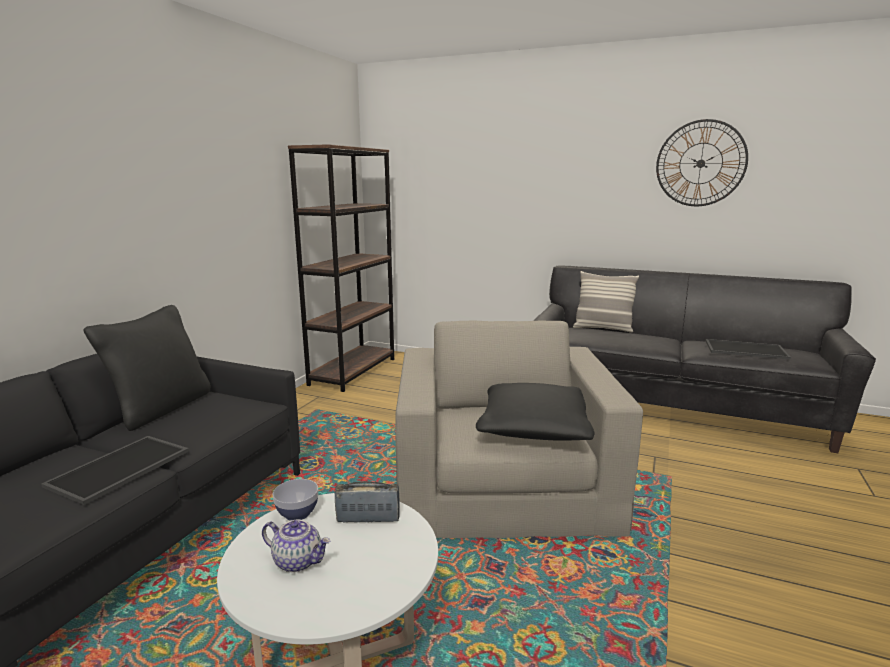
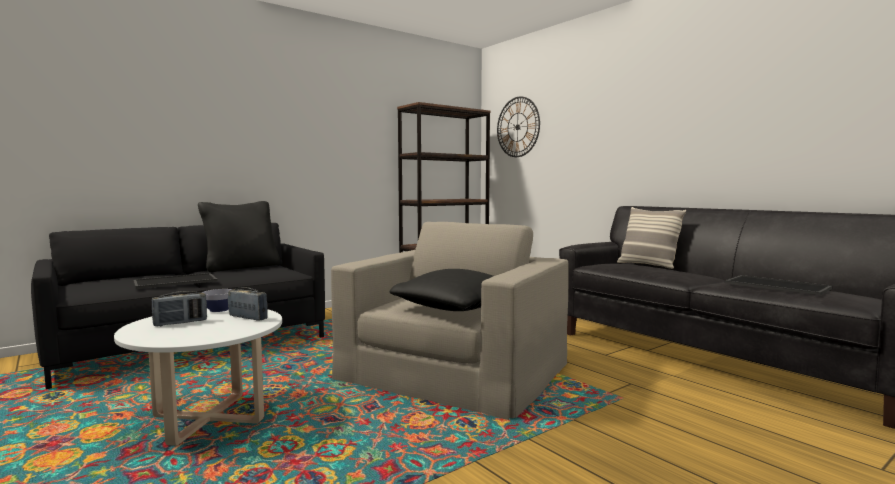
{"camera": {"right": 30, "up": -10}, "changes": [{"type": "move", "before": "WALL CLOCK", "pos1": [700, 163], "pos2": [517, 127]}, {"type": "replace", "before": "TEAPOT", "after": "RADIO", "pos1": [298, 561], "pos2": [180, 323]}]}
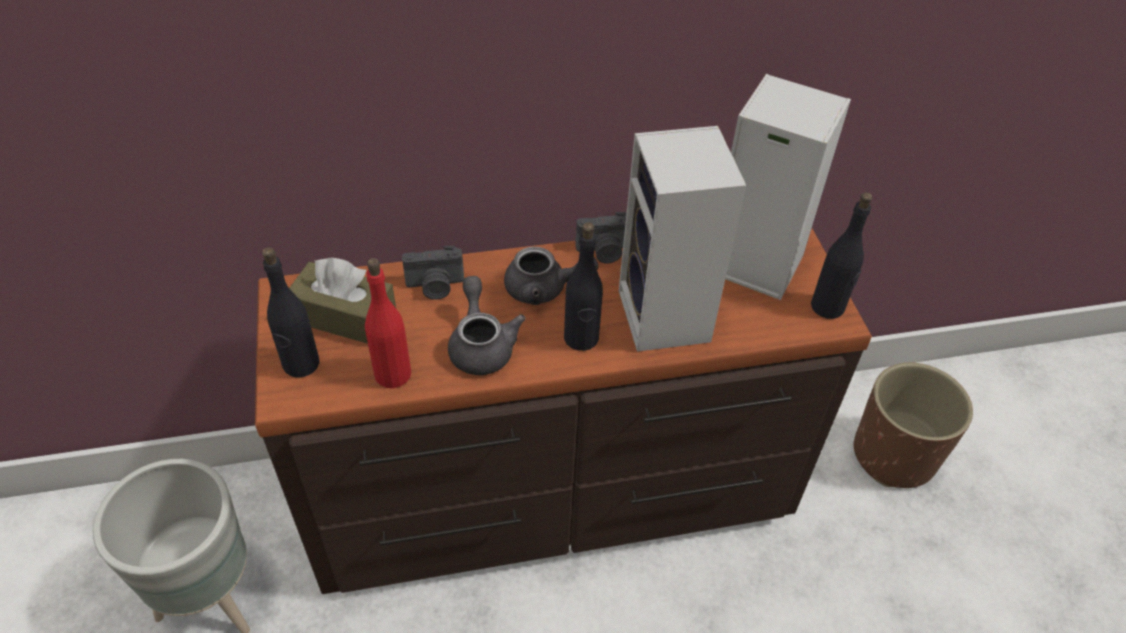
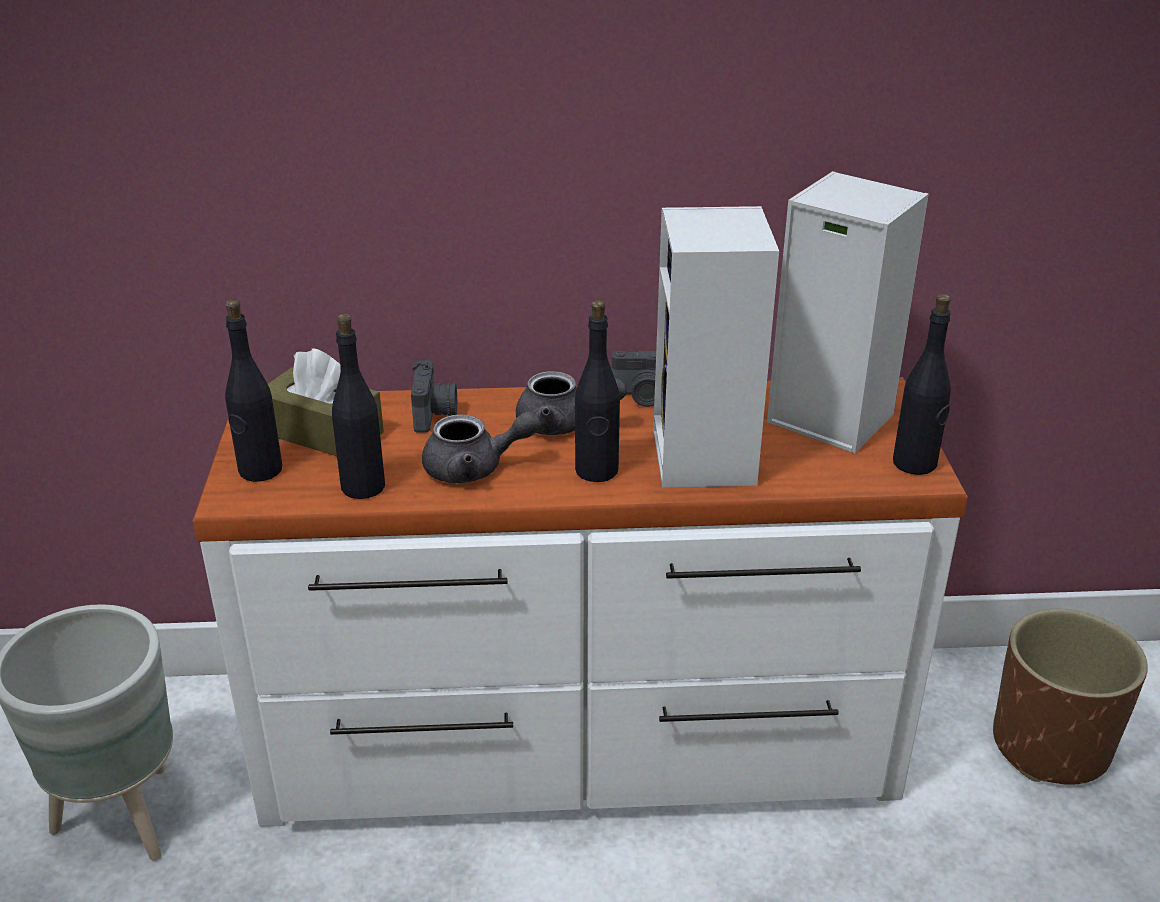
{"camera": {"right": 10, "up": -15}, "changes": [{"type": "recolor", "before": "BROWN DRESSER", "after": "WHITE DRESSER", "pos1": [555, 493], "pos2": [579, 745]}, {"type": "rotate", "before": "PHOTO CAMERA", "pos1": [435, 286], "pos2": [435, 414], "turn": -90}, {"type": "recolor", "before": "RED BOTTLE", "after": "BLACK BOTTLE", "pos1": [392, 374], "pos2": [362, 486]}, {"type": "rotate", "before": "GREY TEAPOT", "pos1": [481, 345], "pos2": [475, 468], "turn": 90}]}
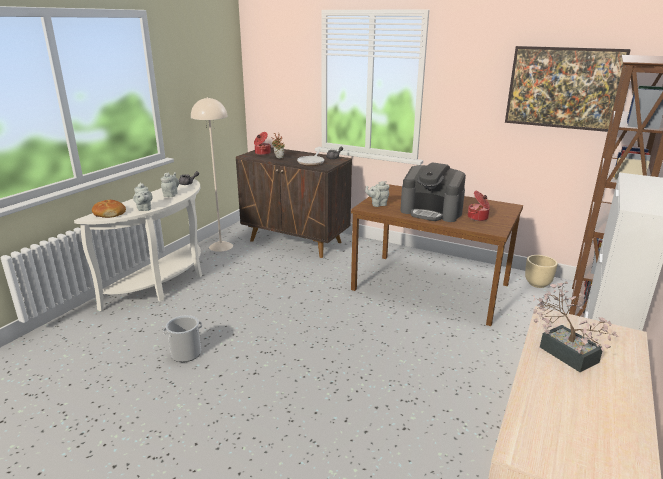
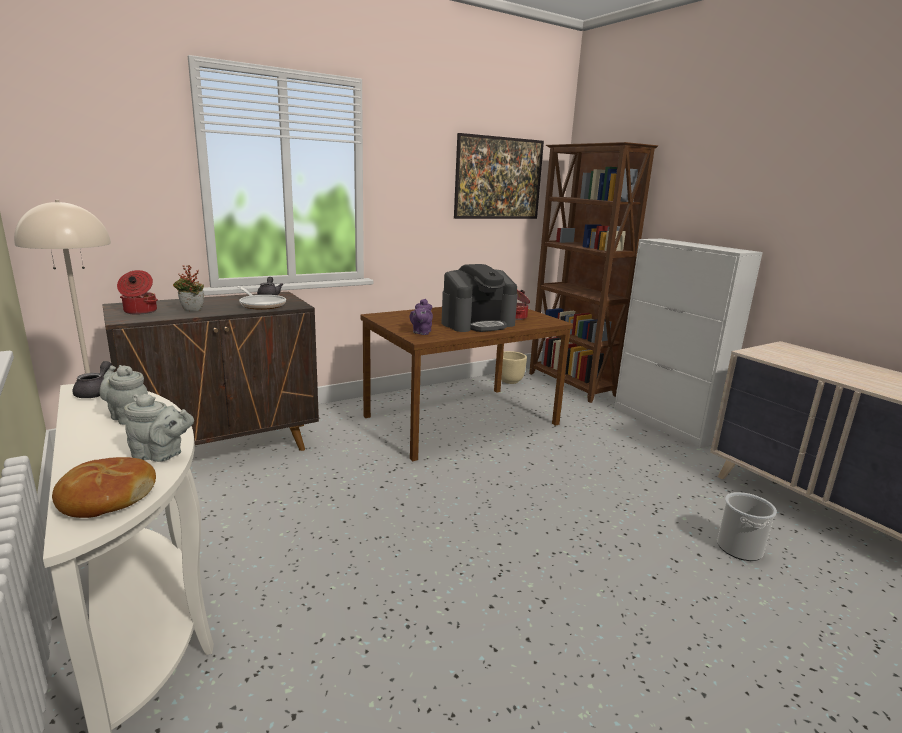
{"camera": {"right": -60, "up": -5}, "changes": [{"type": "recolor", "before": "GREY TEAPOT", "after": "PURPLE TEAPOT", "pos1": [377, 204], "pos2": [421, 332]}, {"type": "delete", "before": "POTTED PLANT", "pos1": [563, 351]}, {"type": "move", "before": "BUCKET", "pos1": [186, 353], "pos2": [739, 548]}]}
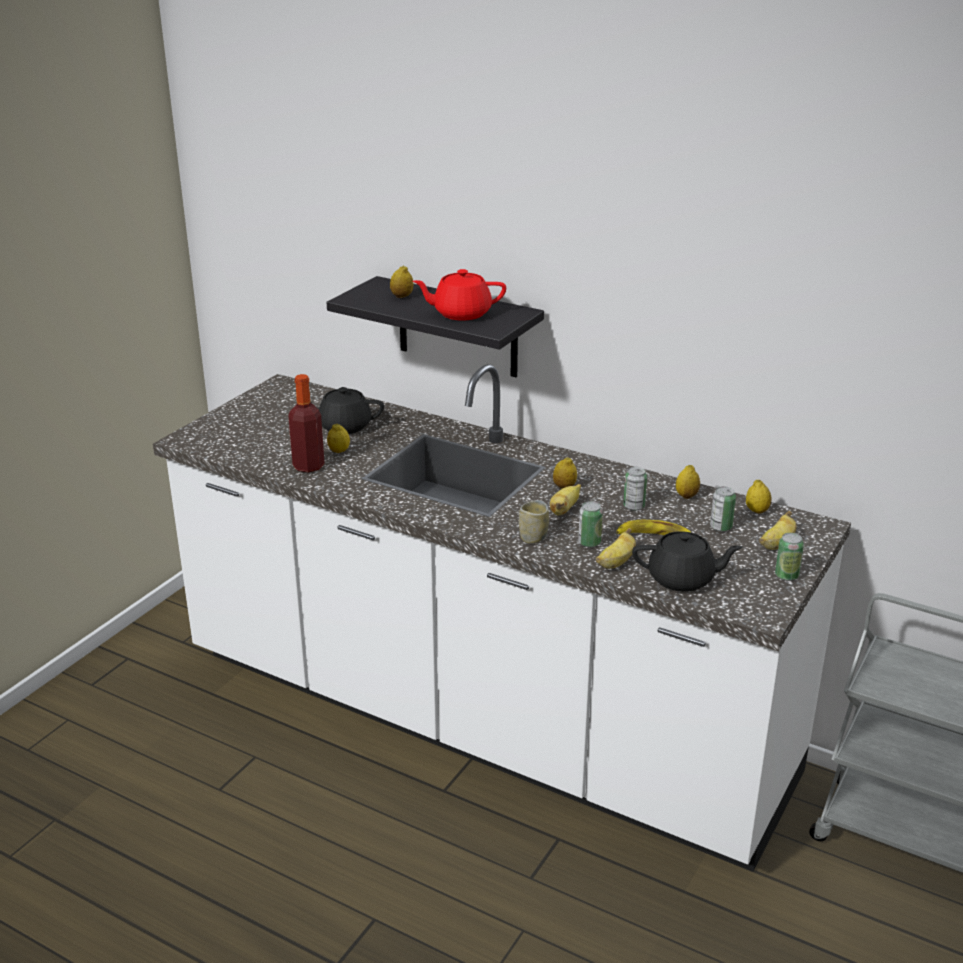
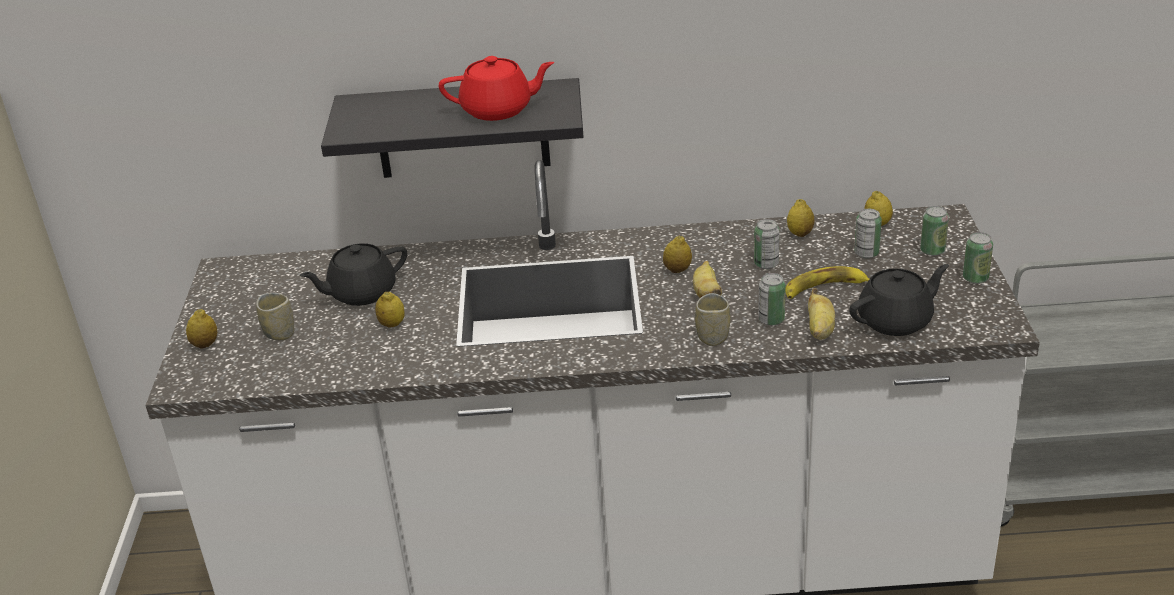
{"camera": {"right": -30, "up": 5}, "changes": [{"type": "move", "before": "LEMON", "pos1": [402, 296], "pos2": [205, 344]}, {"type": "rotate", "before": "RED TEAPOT", "pos1": [461, 313], "pos2": [498, 110], "turn": -150}, {"type": "delete", "before": "BOTTLE", "pos1": [308, 466]}, {"type": "replace", "before": "BANANA", "after": "CAN", "pos1": [777, 544], "pos2": [932, 251]}, {"type": "insert", "after": "CUP", "pos2": [279, 333]}]}
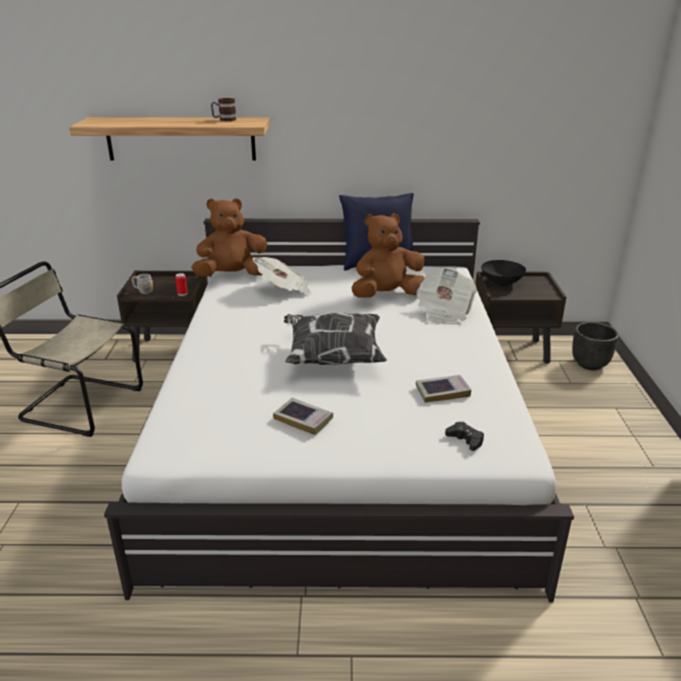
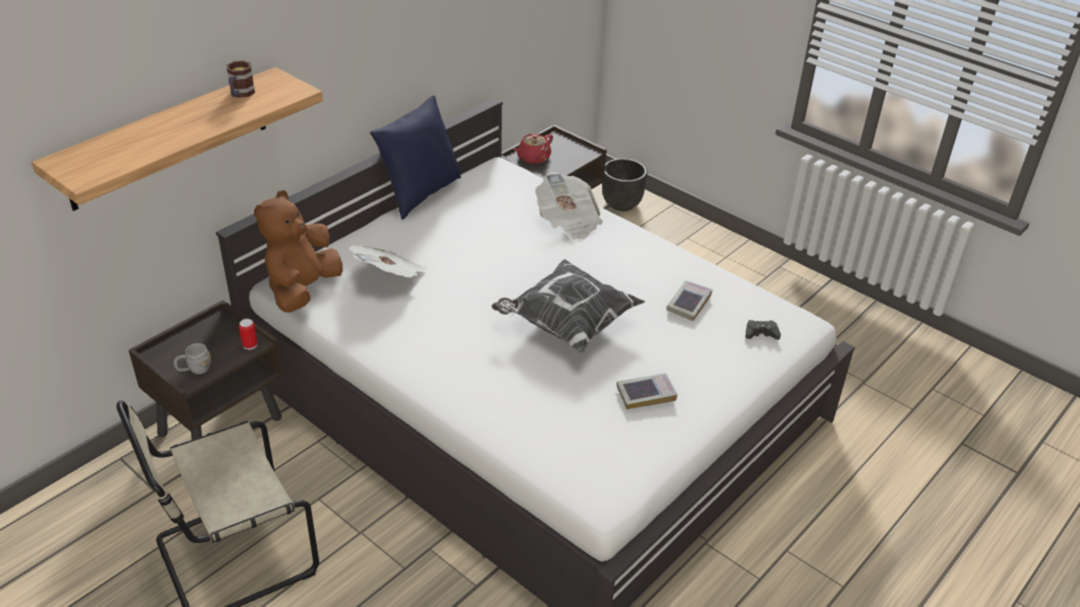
{"camera": {"right": -50, "up": 10}, "changes": [{"type": "delete", "before": "BROWN PLUSH TOY", "pos1": [387, 295]}, {"type": "replace", "before": "BLACK BOWL", "after": "RED TEAPOT", "pos1": [502, 283], "pos2": [533, 158]}]}
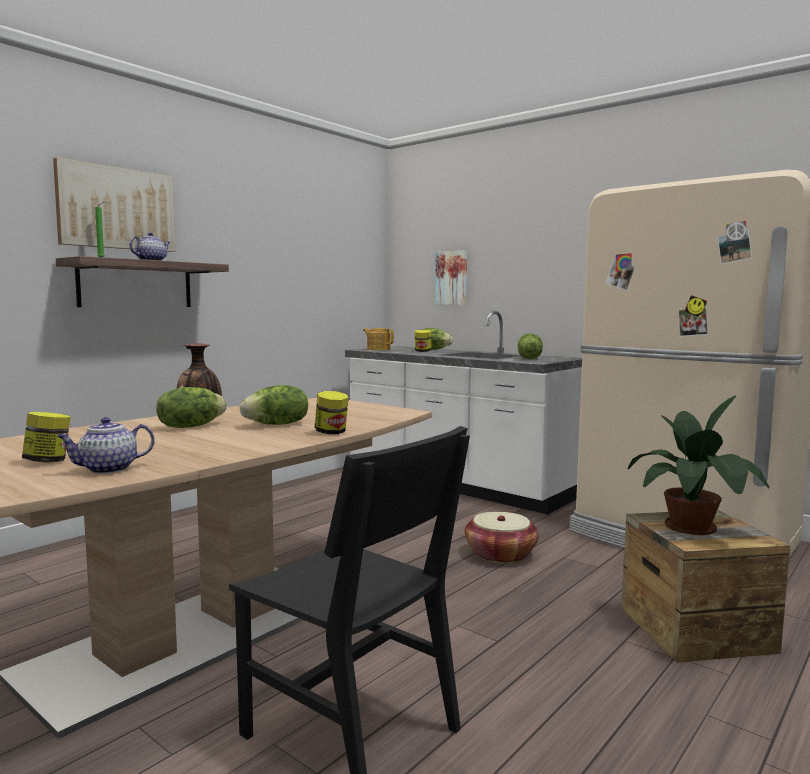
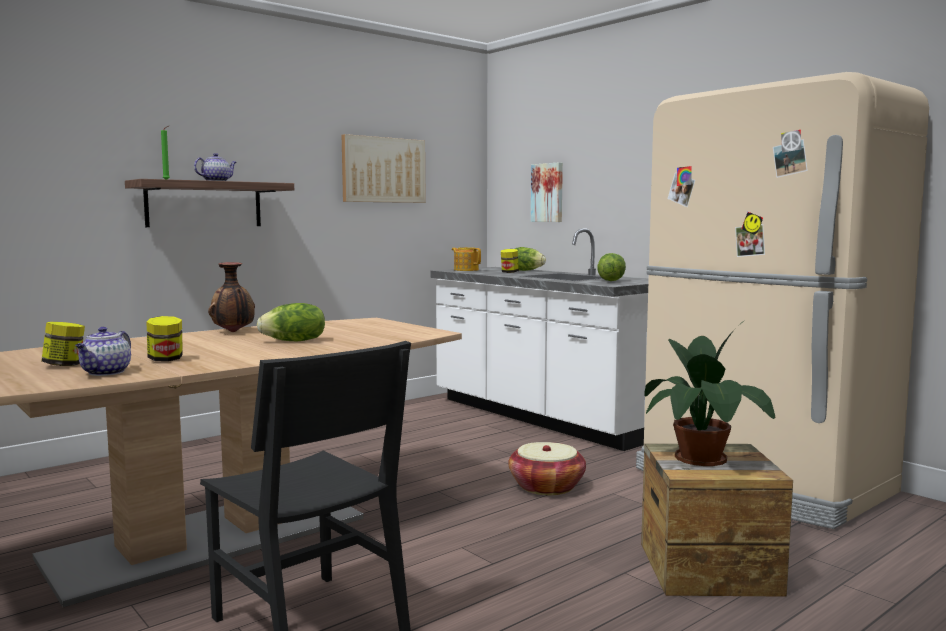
{"camera": {"right": 10, "up": 0}, "changes": [{"type": "move", "before": "PICTURE", "pos1": [116, 208], "pos2": [383, 170]}, {"type": "delete", "before": "LETTUCE", "pos1": [190, 426]}, {"type": "move", "before": "JAR", "pos1": [331, 432], "pos2": [166, 360]}, {"type": "rotate", "before": "TEAPOT", "pos1": [107, 469], "pos2": [106, 373], "turn": -60}]}
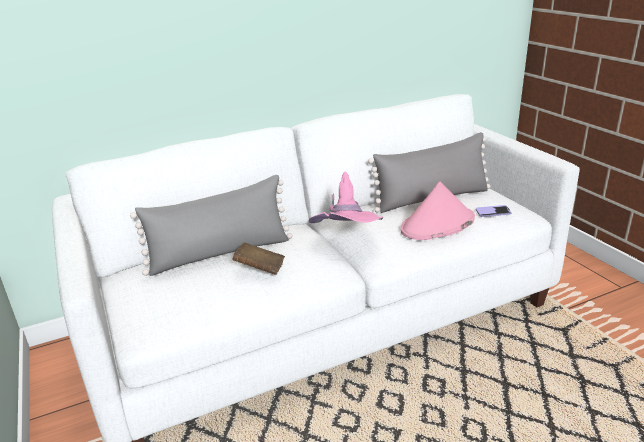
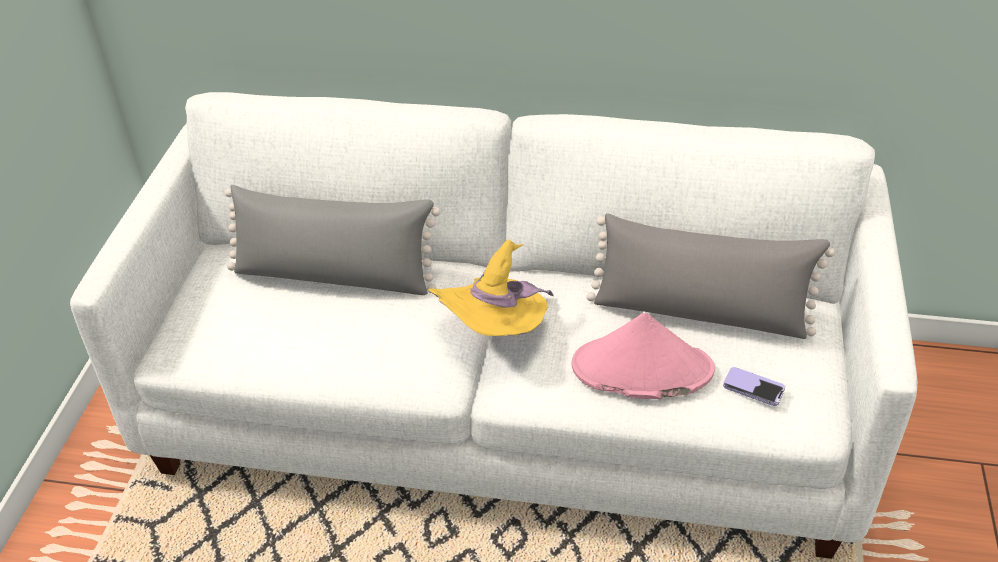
{"camera": {"right": 35, "up": 15}, "changes": [{"type": "recolor", "before": "PINK HAT", "after": "YELLOW HAT", "pos1": [346, 241], "pos2": [496, 332]}, {"type": "delete", "before": "BROWN BOOK", "pos1": [260, 269]}]}
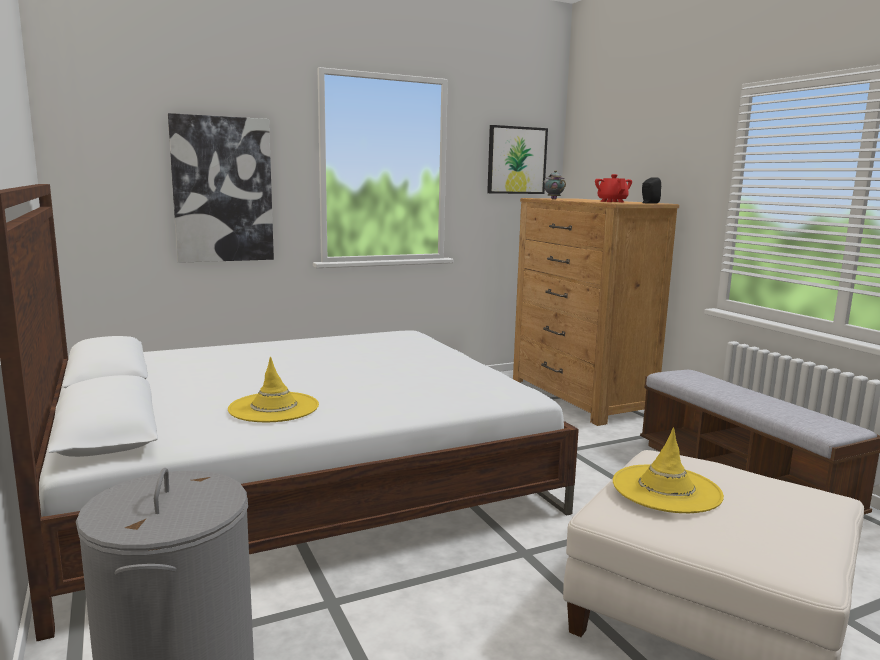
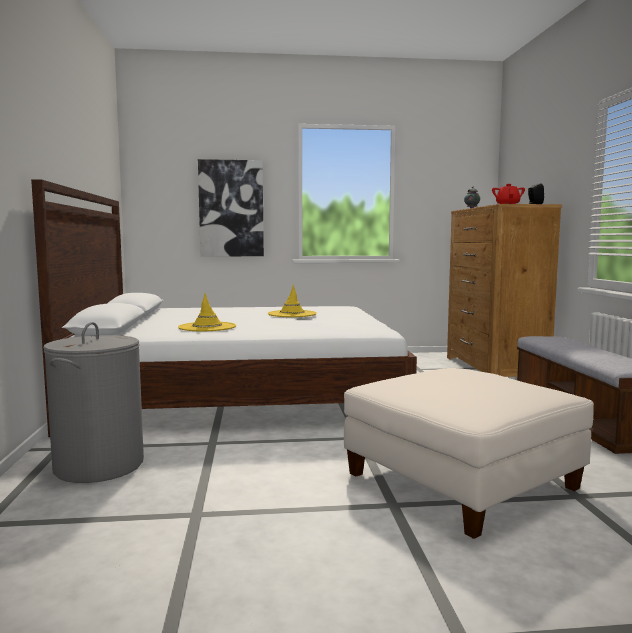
{"camera": {"right": 20, "up": -5}, "changes": [{"type": "delete", "before": "PICTURE", "pos1": [516, 160]}, {"type": "move", "before": "YELLOW HAT", "pos1": [666, 489], "pos2": [292, 314]}]}
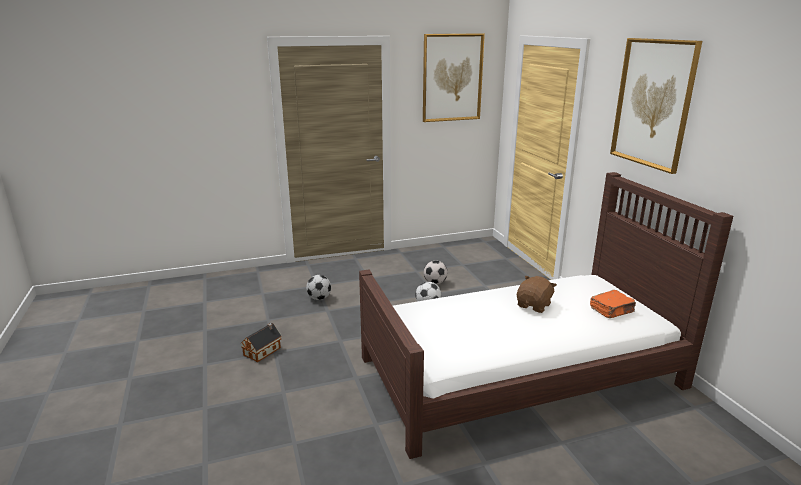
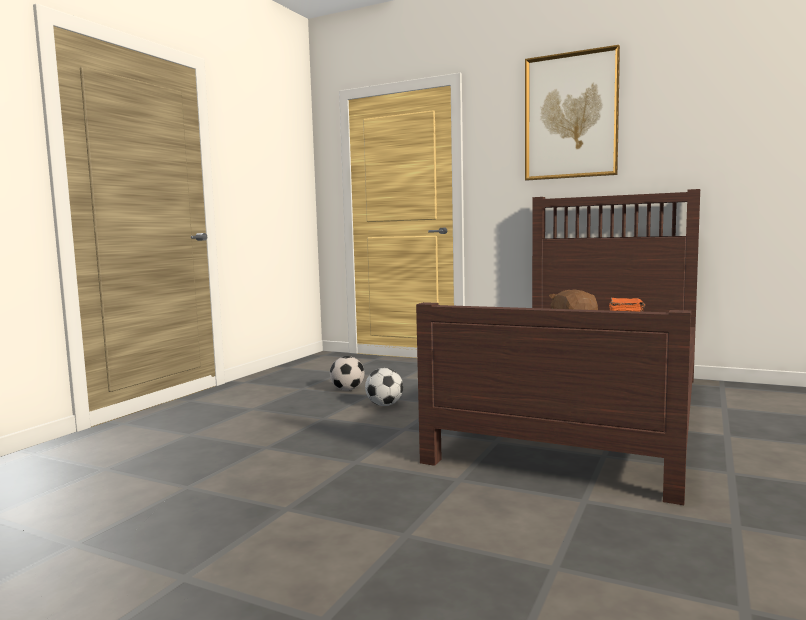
{"camera": {"right": -45, "up": -15}, "changes": [{"type": "delete", "before": "PICTURE", "pos1": [452, 78]}, {"type": "delete", "before": "FOOTBALL", "pos1": [319, 298]}, {"type": "delete", "before": "TOY HOUSE", "pos1": [263, 351]}]}
